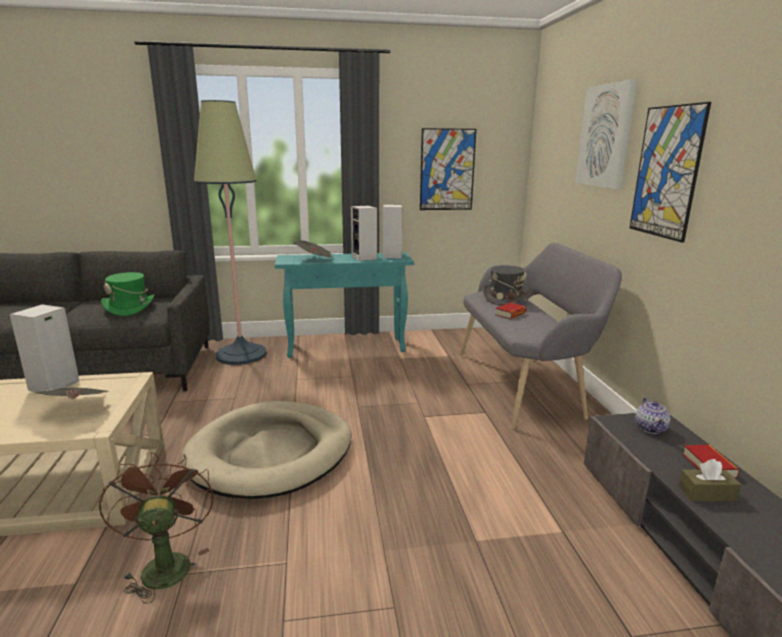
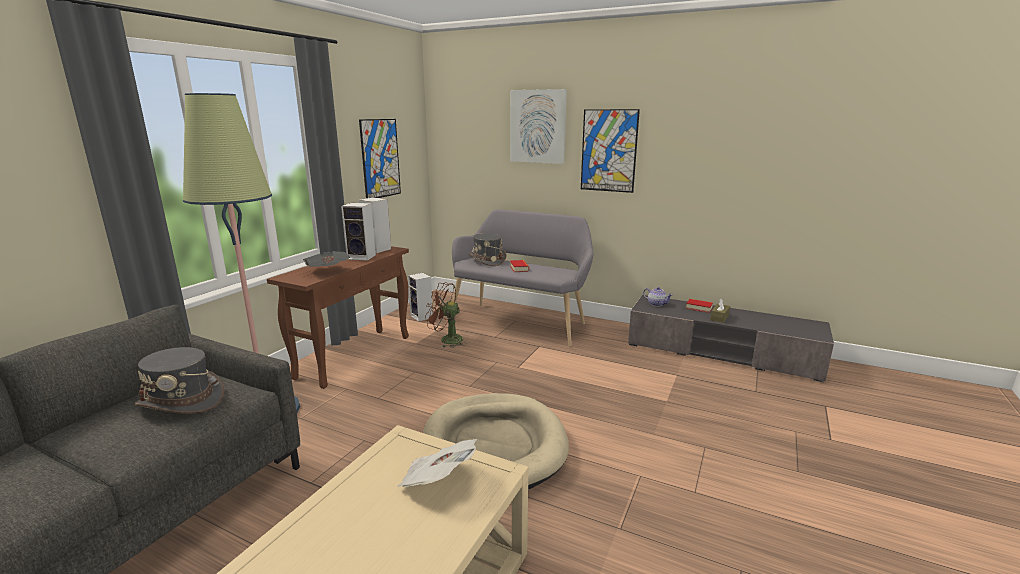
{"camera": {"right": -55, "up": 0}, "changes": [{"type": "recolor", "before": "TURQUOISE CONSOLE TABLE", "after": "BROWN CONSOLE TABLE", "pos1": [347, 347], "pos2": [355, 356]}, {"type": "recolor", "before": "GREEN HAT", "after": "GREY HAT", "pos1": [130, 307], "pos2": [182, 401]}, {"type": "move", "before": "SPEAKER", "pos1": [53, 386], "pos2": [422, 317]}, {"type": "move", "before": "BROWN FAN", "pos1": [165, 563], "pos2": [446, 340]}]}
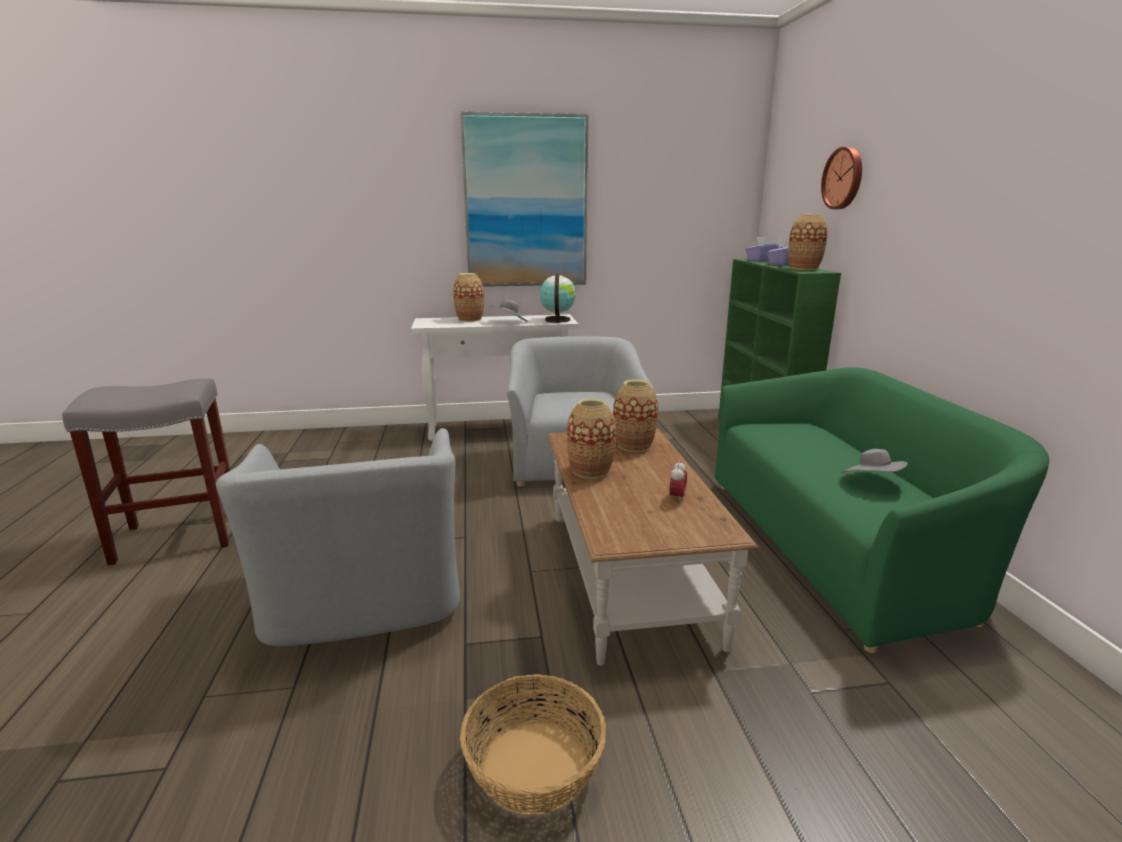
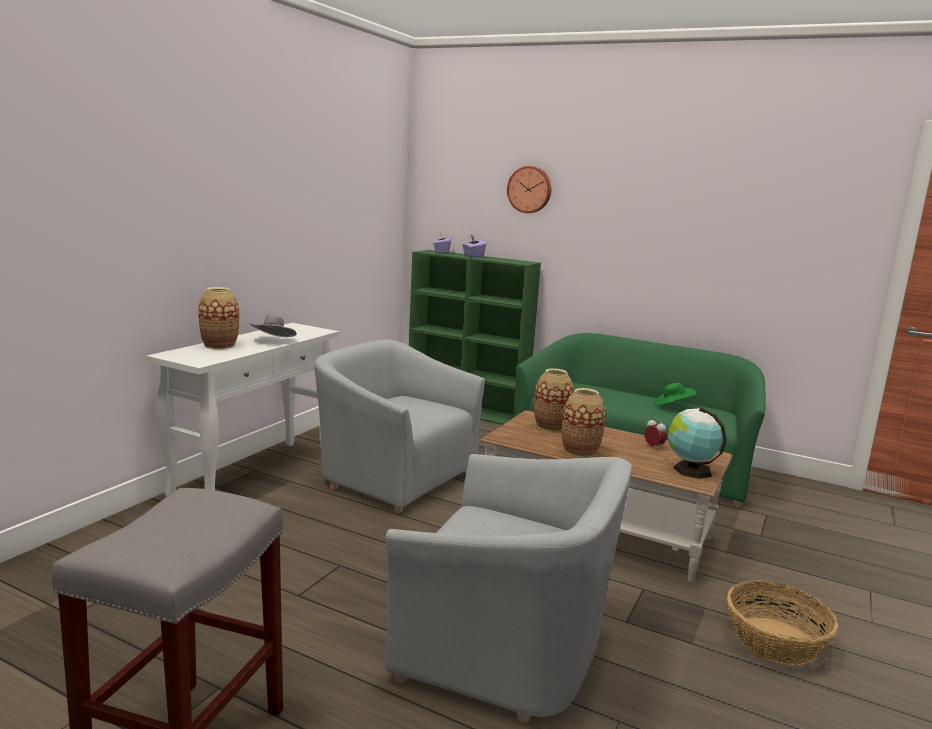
{"camera": {"right": -55, "up": -5}, "changes": [{"type": "delete", "before": "PICTURE", "pos1": [526, 203]}, {"type": "delete", "before": "VASE", "pos1": [803, 268]}, {"type": "move", "before": "GLOBE", "pos1": [557, 320], "pos2": [690, 470]}, {"type": "recolor", "before": "GREY HAT", "after": "GREEN HAT", "pos1": [871, 482], "pos2": [672, 406]}]}
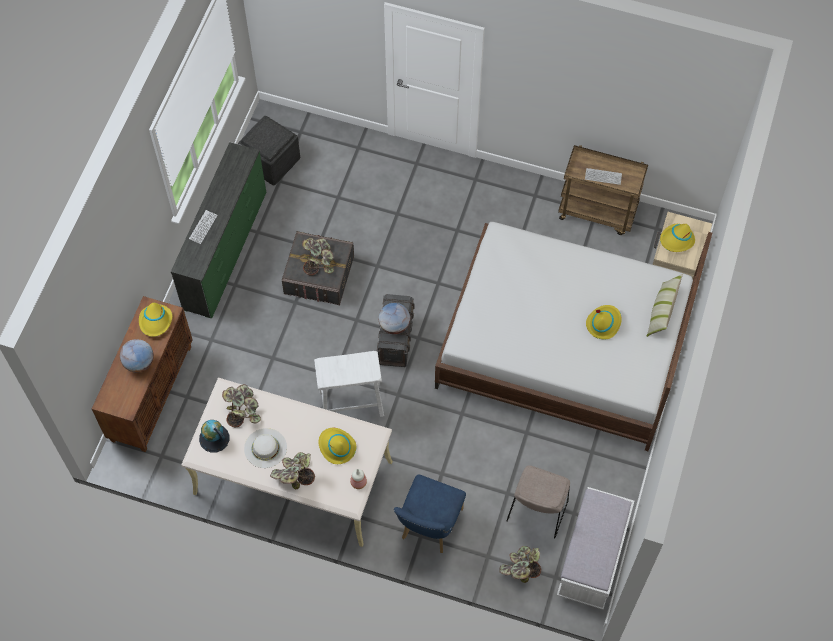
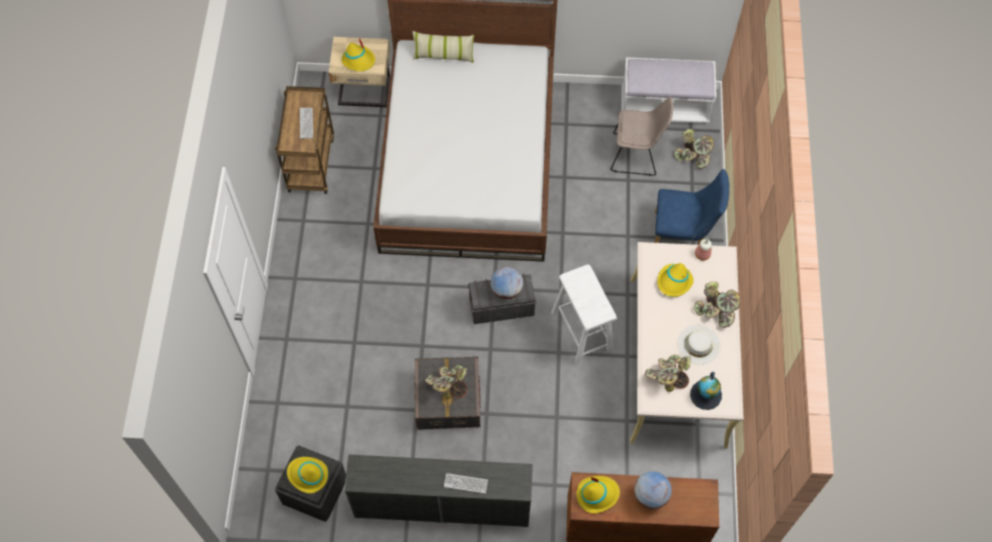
{"camera": {"right": -105, "up": 0}, "changes": [{"type": "move", "before": "YELLOW HAT", "pos1": [603, 323], "pos2": [308, 475]}]}
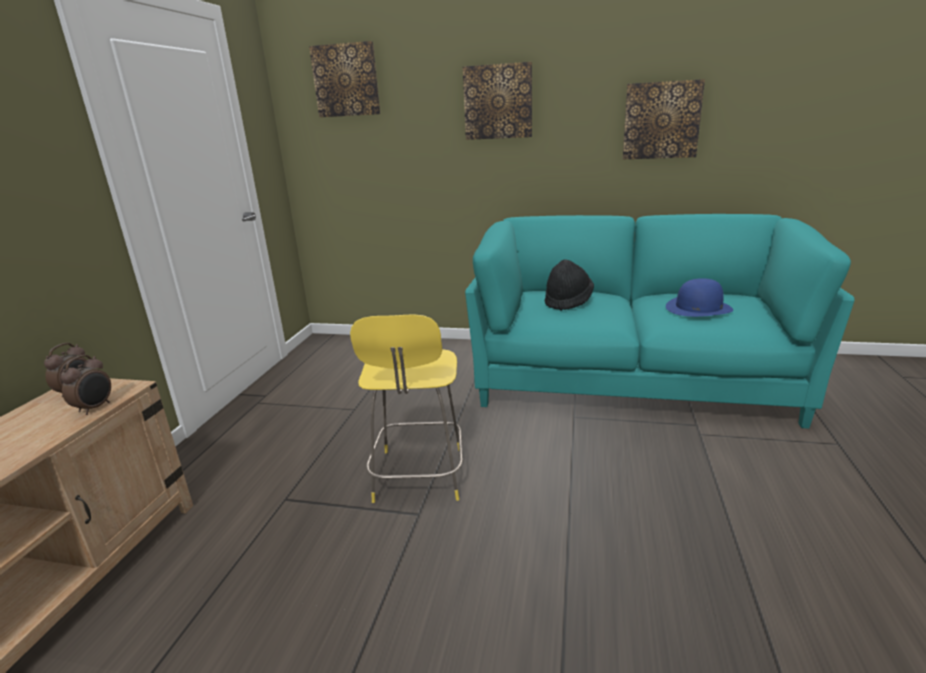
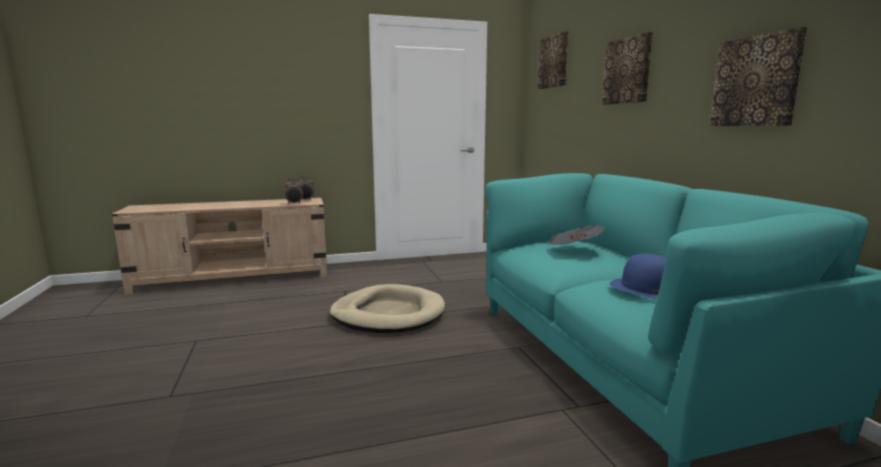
{"camera": {"right": 60, "up": -10}, "changes": [{"type": "replace", "before": "BLACK HAT", "after": "NEWSPAPER", "pos1": [568, 302], "pos2": [574, 250]}, {"type": "replace", "before": "YELLOW STOOL", "after": "BEIGE DOG BED", "pos1": [418, 477], "pos2": [388, 314]}]}
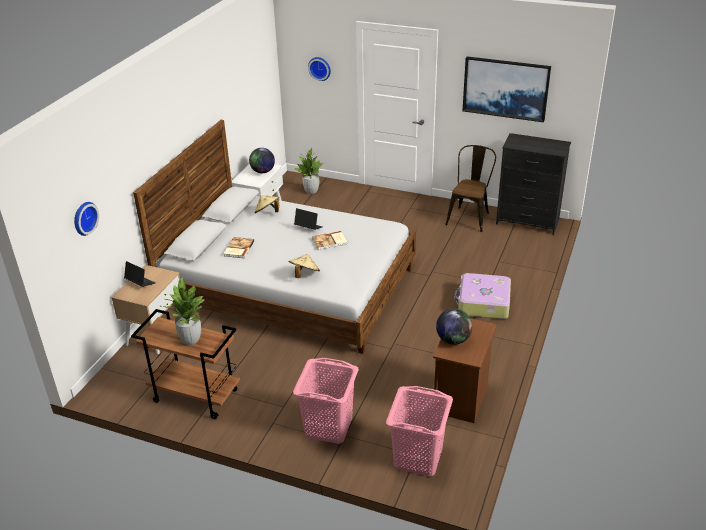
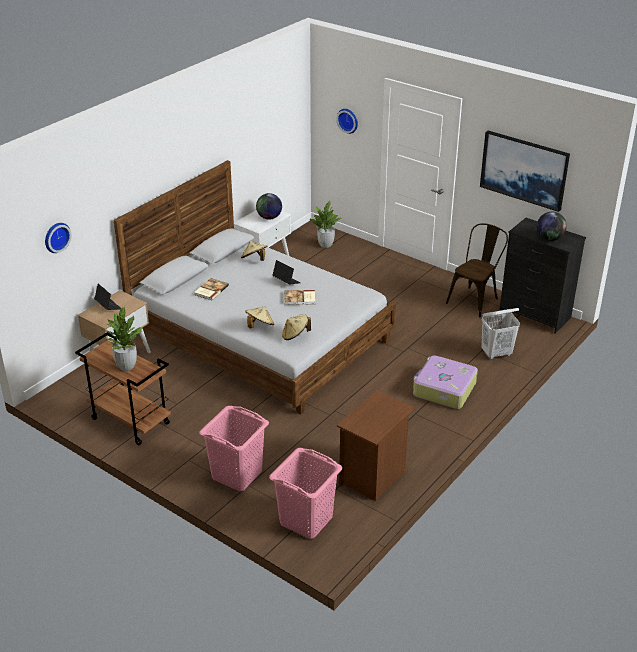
{"camera": {"right": 15, "up": 0}, "changes": [{"type": "move", "before": "GLOBE", "pos1": [453, 340], "pos2": [549, 238]}, {"type": "insert", "after": "WHITE LAUNDRY BASKET", "pos2": [496, 353]}, {"type": "insert", "after": "BEIGE HAT", "pos2": [295, 335]}]}
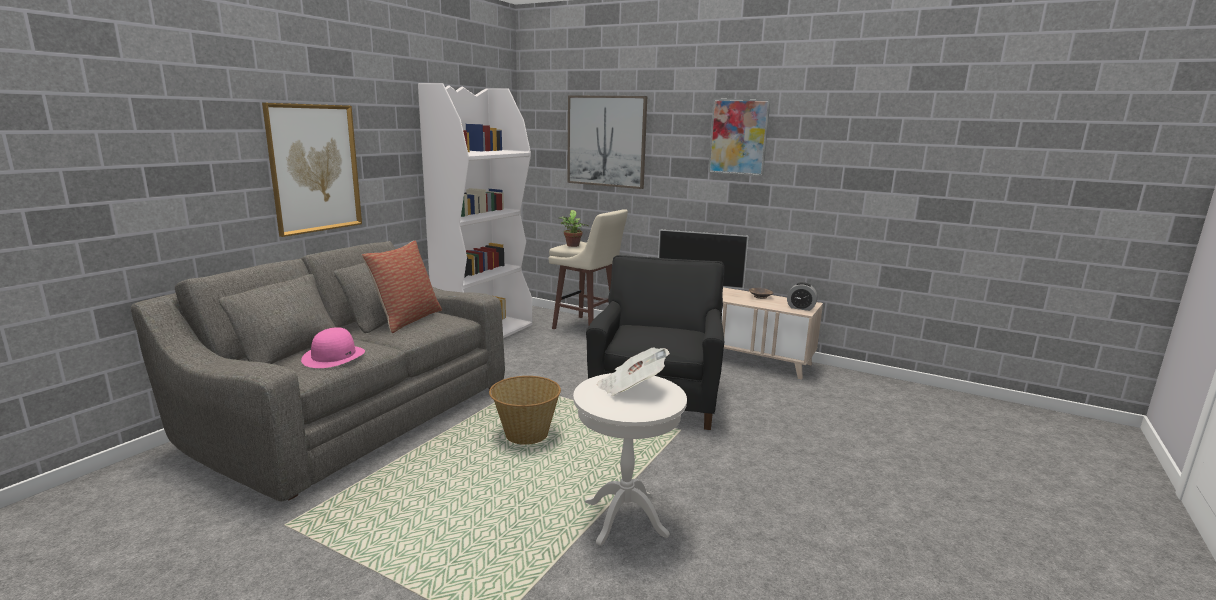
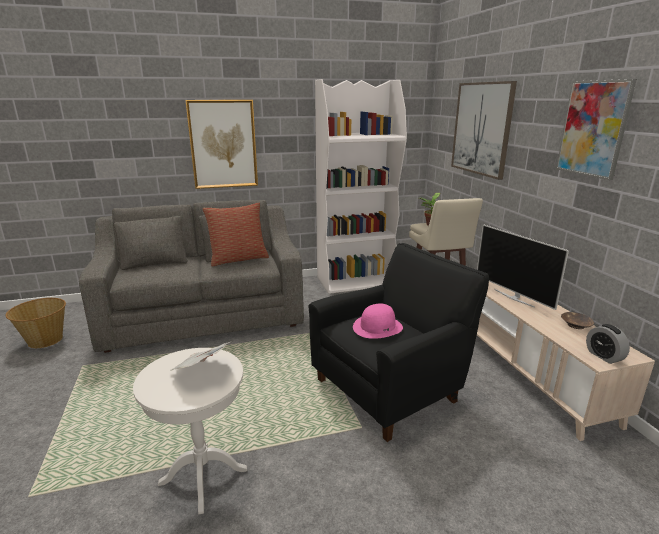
{"camera": {"right": 45, "up": 5}, "changes": [{"type": "move", "before": "PINK HAT", "pos1": [334, 356], "pos2": [377, 327]}, {"type": "move", "before": "BASKET", "pos1": [525, 435], "pos2": [45, 340]}]}
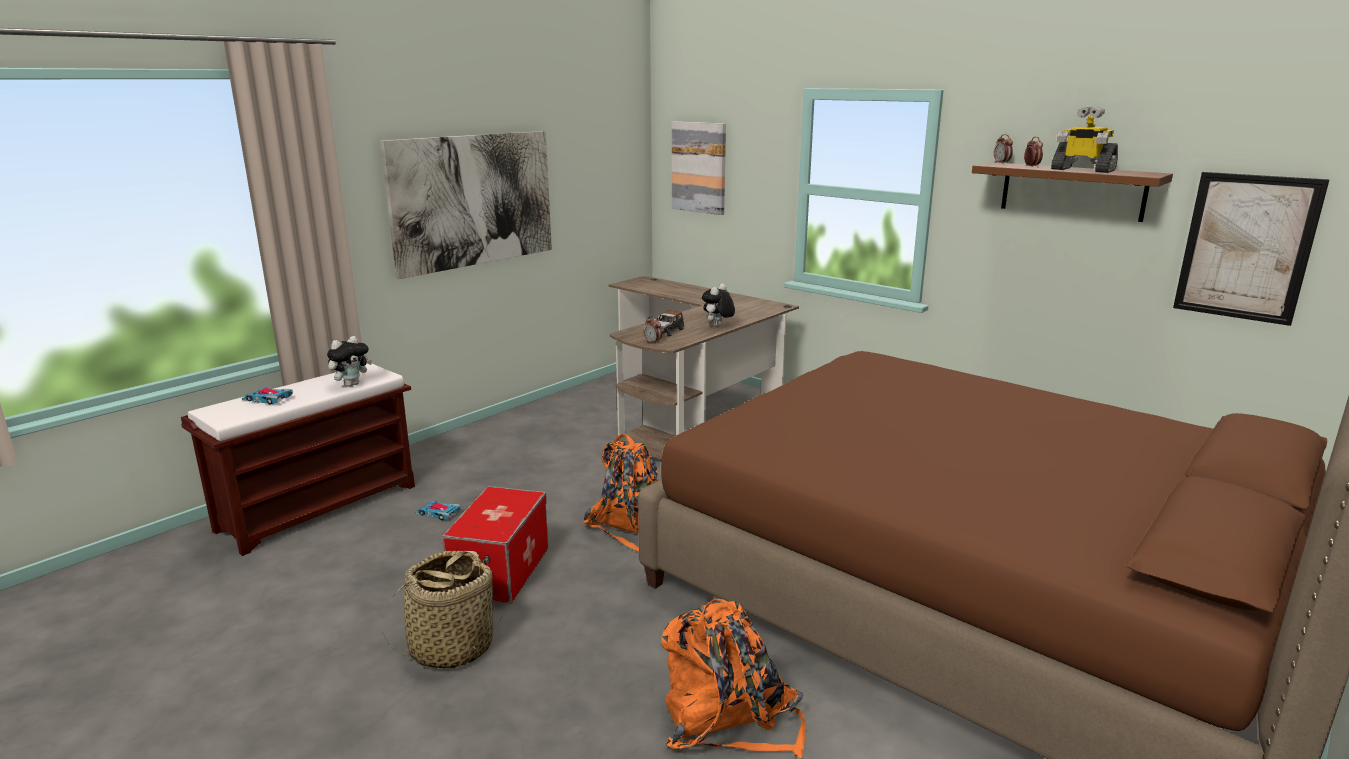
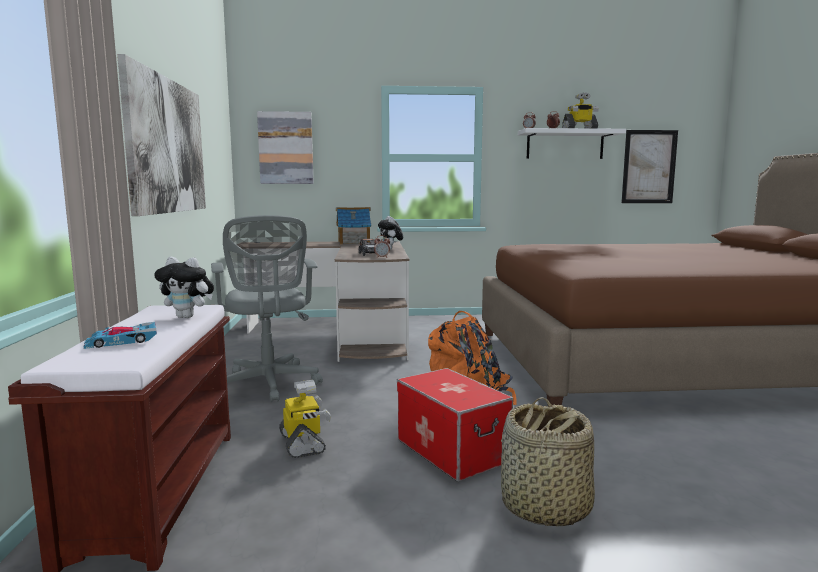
{"camera": {"right": -45, "up": -10}, "changes": [{"type": "recolor", "before": "BROWN SHELF", "after": "WHITE SHELF", "pos1": [1072, 191], "pos2": [565, 145]}, {"type": "rotate", "before": "PLUSH TOY", "pos1": [351, 384], "pos2": [188, 317], "turn": 105}, {"type": "replace", "before": "TOY CAR", "after": "TOY ROBOT", "pos1": [438, 513], "pos2": [303, 443]}, {"type": "delete", "before": "ORANGE BACKPACK", "pos1": [728, 718]}, {"type": "insert", "after": "TOY HOUSE", "pos2": [353, 242]}, {"type": "insert", "after": "GREY OFFICE CHAIR", "pos2": [269, 385]}]}
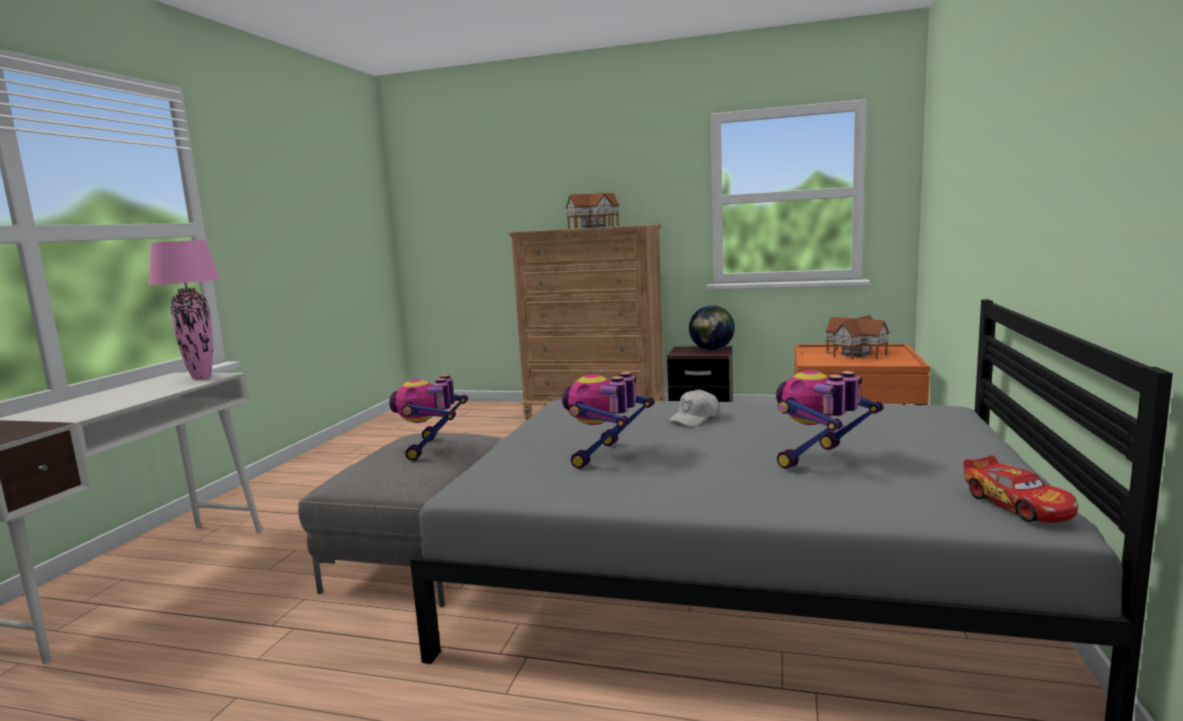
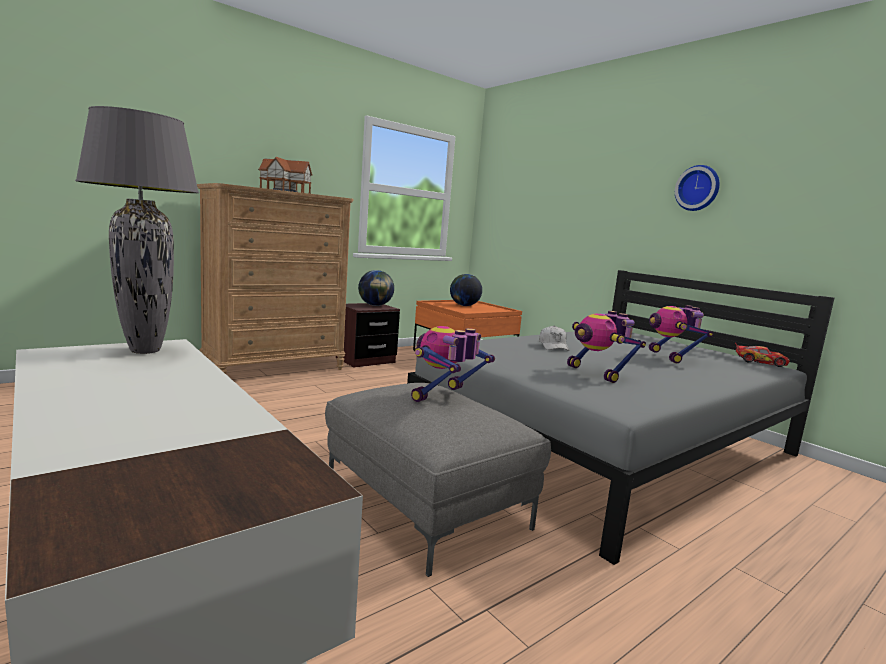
{"camera": {"right": -55, "up": 0}, "changes": [{"type": "recolor", "before": "PINK TABLE LAMP", "after": "GREY TABLE LAMP", "pos1": [201, 378], "pos2": [146, 350]}, {"type": "replace", "before": "TOY HOUSE", "after": "GLOBE", "pos1": [855, 354], "pos2": [464, 305]}, {"type": "rotate", "before": "TOY ROBOT", "pos1": [432, 448], "pos2": [445, 397], "turn": 90}, {"type": "insert", "after": "WALL CLOCK", "pos2": [698, 188]}]}
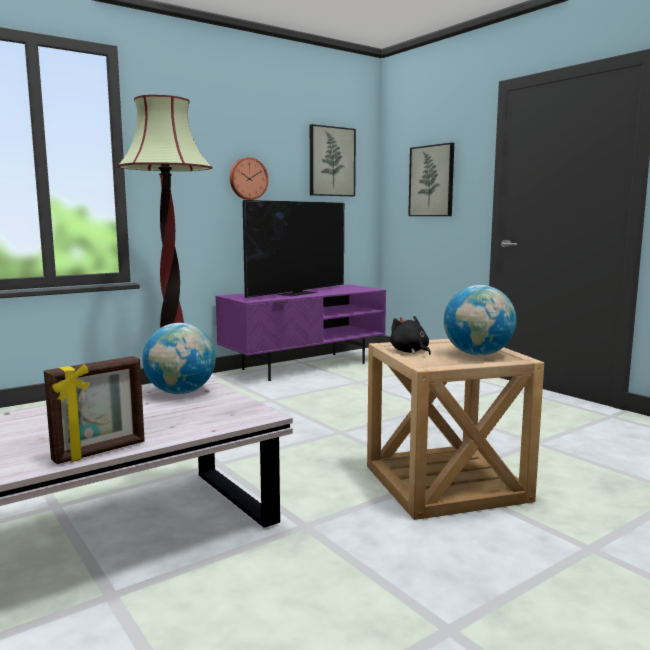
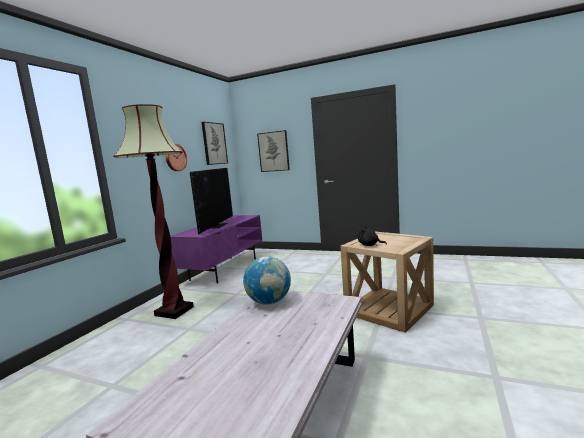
{"camera": {"right": -30, "up": 0}, "changes": [{"type": "delete", "before": "GLOBE", "pos1": [478, 354]}, {"type": "delete", "before": "PICTURE FRAME", "pos1": [100, 452]}]}
